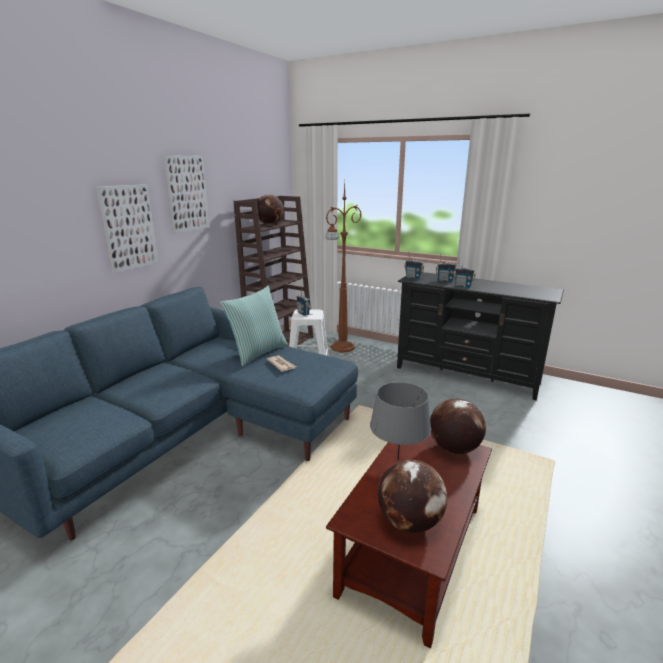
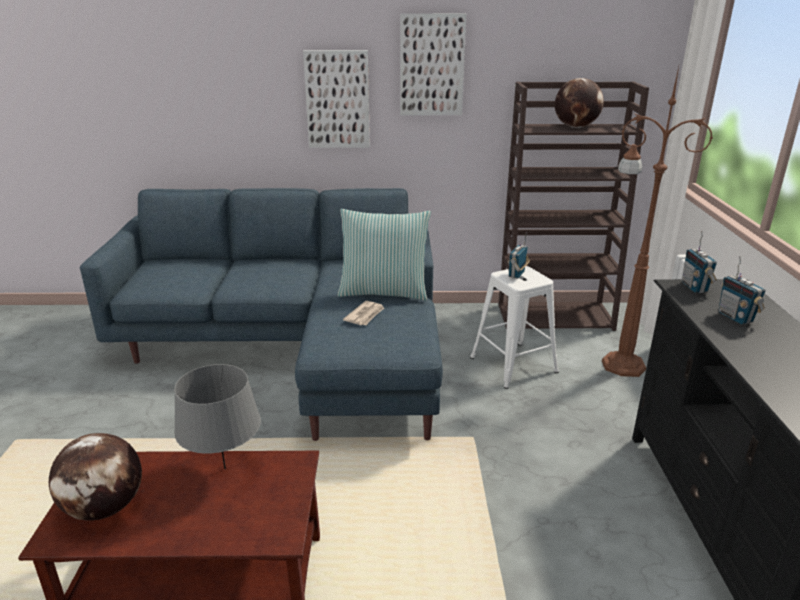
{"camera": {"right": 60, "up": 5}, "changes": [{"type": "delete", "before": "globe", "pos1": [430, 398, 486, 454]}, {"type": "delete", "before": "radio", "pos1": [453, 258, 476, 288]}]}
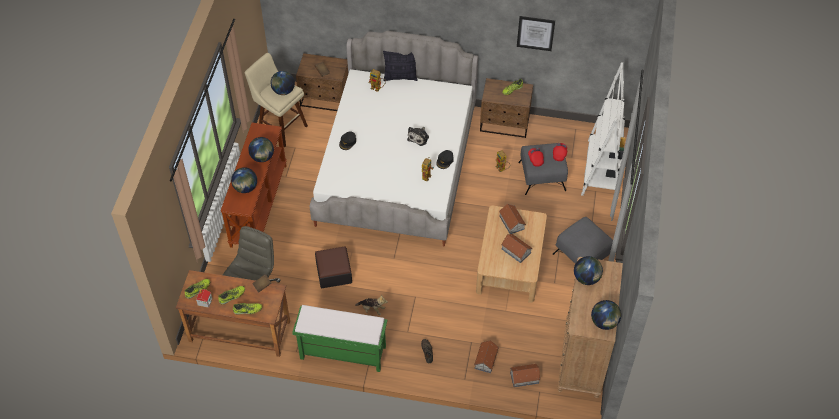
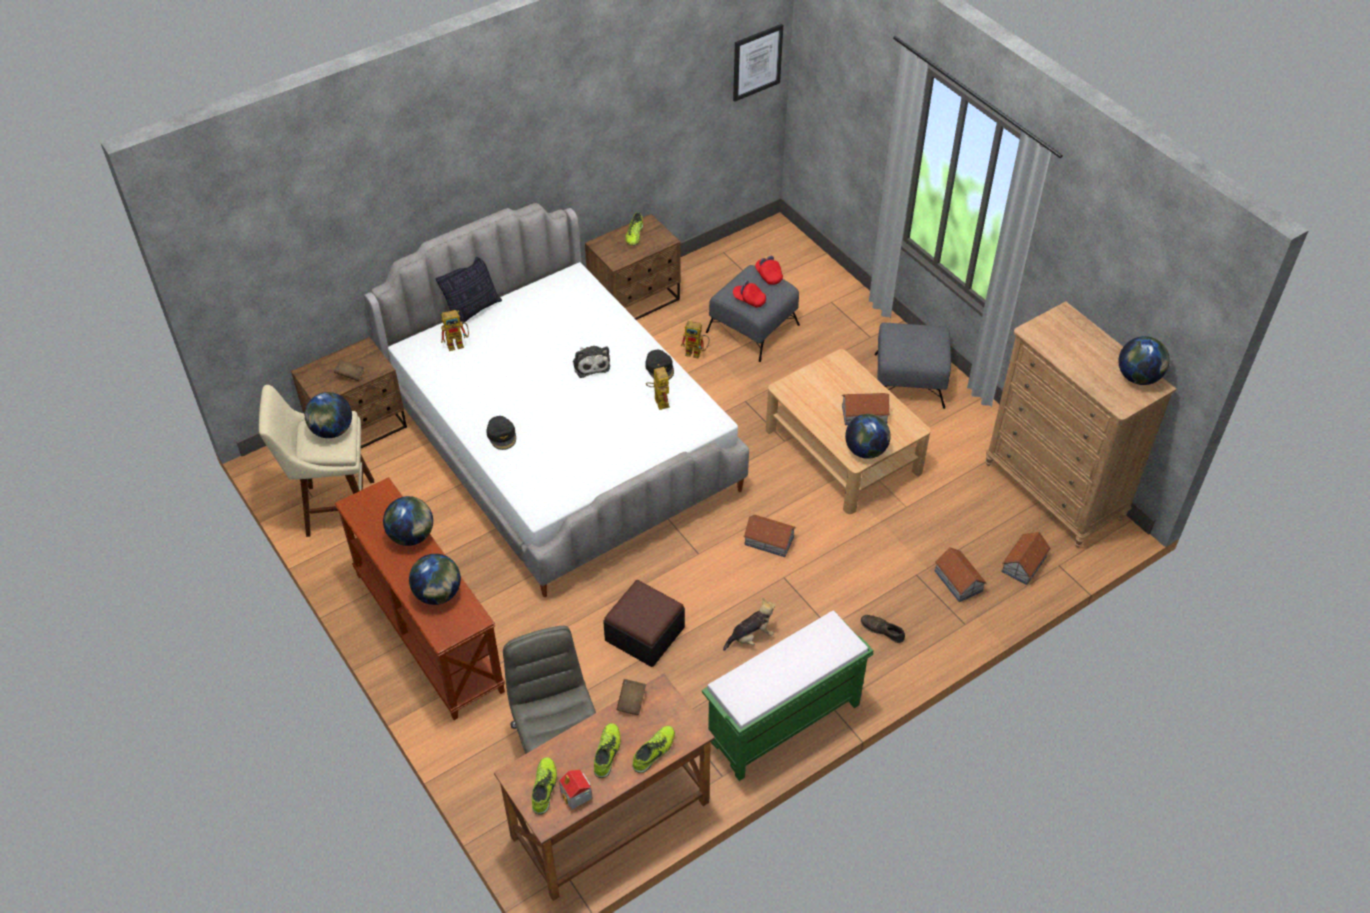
{"camera": {"right": -45, "up": -5}, "changes": [{"type": "delete", "before": "bookcase/white", "pos1": [581, 62, 625, 196]}, {"type": "move", "before": "toy house", "pos1": [499, 204, 526, 234], "pos2": [743, 515, 796, 557]}, {"type": "move", "before": "picture", "pos1": [517, 16, 555, 51], "pos2": [733, 24, 783, 102]}, {"type": "move", "before": "globe", "pos1": [574, 256, 603, 285], "pos2": [845, 414, 891, 459]}]}
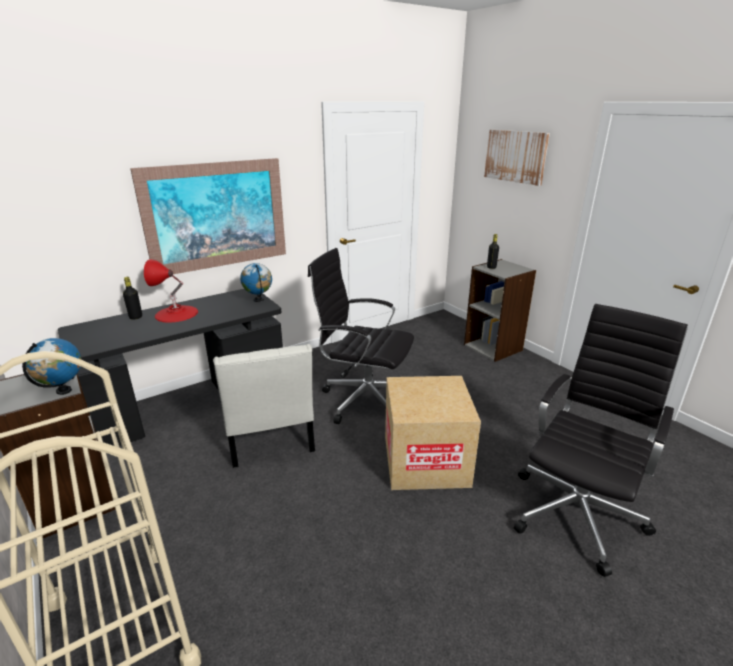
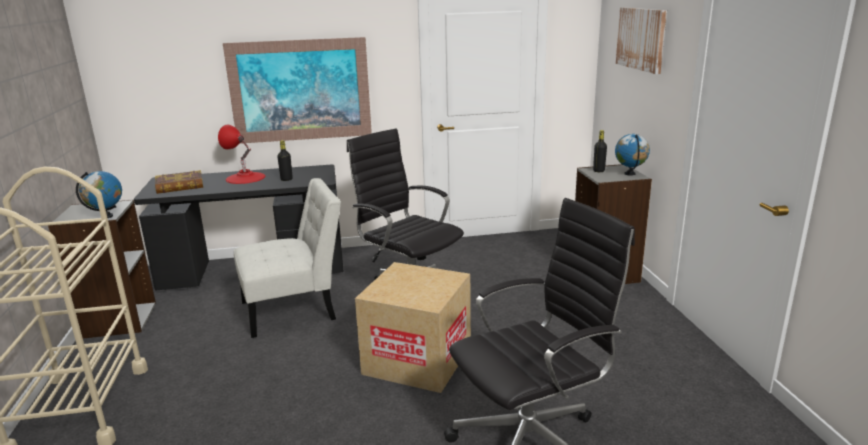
{"camera": {"right": 25, "up": -5}, "changes": [{"type": "insert", "after": "book", "pos2": [155, 170, 203, 194]}, {"type": "move", "before": "bottle/black", "pos1": [123, 277, 142, 320], "pos2": [277, 140, 293, 181]}, {"type": "move", "before": "globe", "pos1": [240, 263, 272, 302], "pos2": [615, 134, 650, 176]}, {"type": "rotate", "before": "chair/white", "pos1": [213, 344, 315, 468], "pos2": [234, 178, 341, 338], "turn": -120}]}
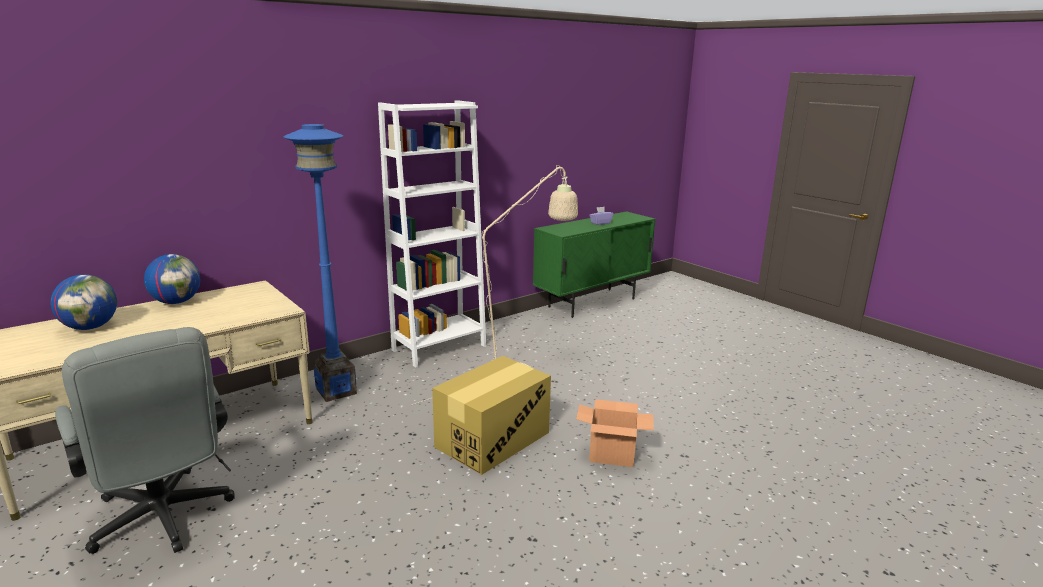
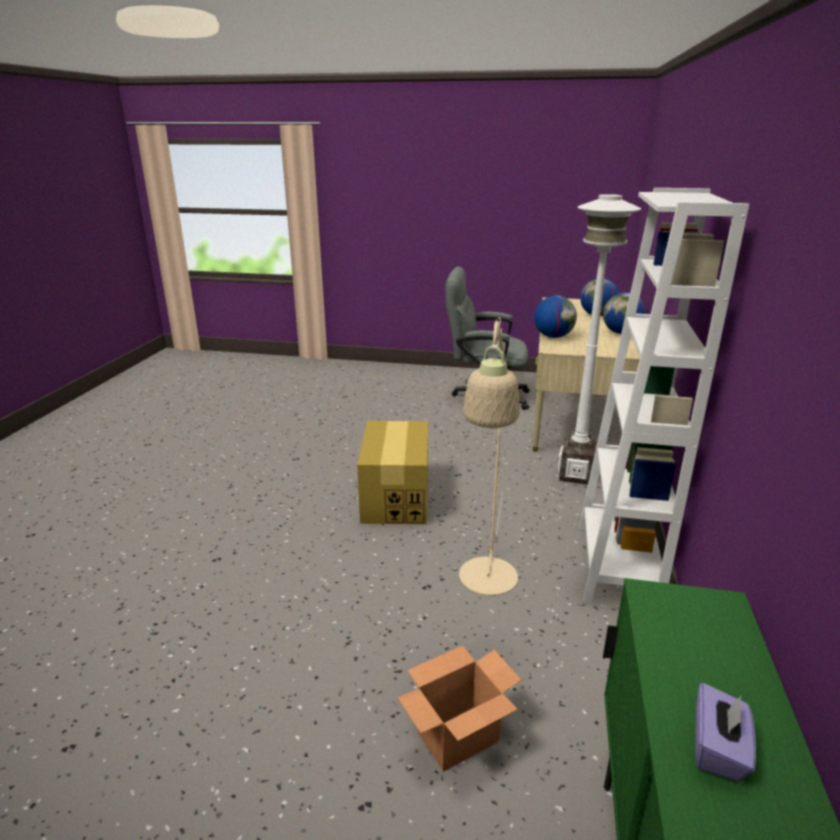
{"camera": {"right": 140, "up": 5}, "changes": [{"type": "insert", "after": "globe", "pos2": [534, 296, 577, 338]}, {"type": "move", "before": "cardboard box", "pos1": [576, 399, 654, 467], "pos2": [397, 646, 521, 772]}, {"type": "recolor", "before": "floor lamp/blue", "after": "floor lamp/white", "pos1": [284, 124, 357, 402], "pos2": [558, 194, 641, 485]}]}
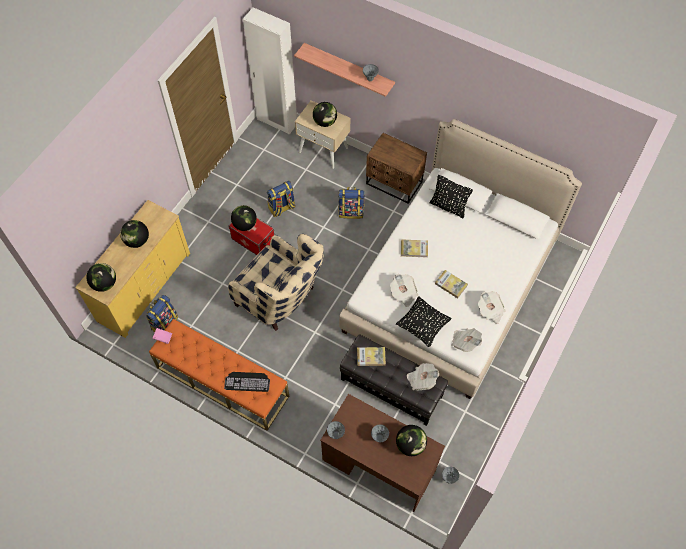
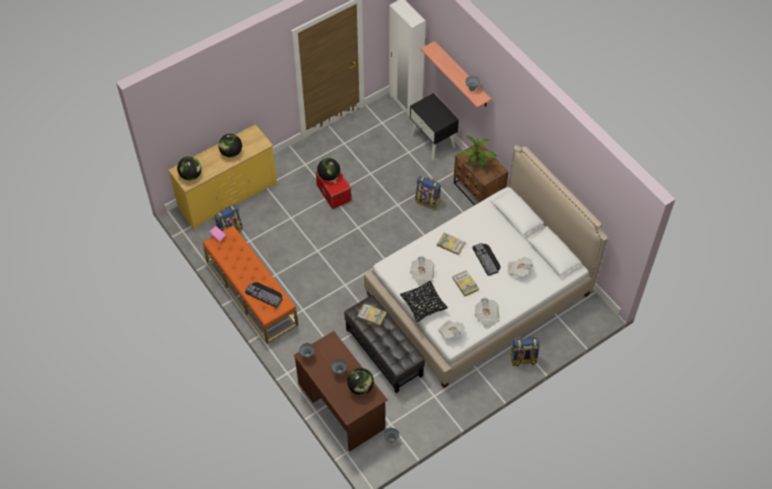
{"camera": {"right": 25, "up": -5}, "changes": [{"type": "delete", "before": "armchair/beige", "pos1": [228, 234, 324, 331]}, {"type": "delete", "before": "globe", "pos1": [313, 102, 337, 127]}, {"type": "delete", "before": "pillow/black", "pos1": [430, 175, 473, 218]}, {"type": "insert", "after": "potted plant", "pos2": [459, 136, 497, 169]}, {"type": "insert", "after": "keyboard", "pos2": [472, 243, 501, 276]}, {"type": "move", "before": "backpack", "pos1": [267, 181, 295, 217], "pos2": [511, 338, 540, 367]}, {"type": "move", "before": "newspaper", "pos1": [407, 363, 439, 390], "pos2": [507, 257, 533, 277]}, {"type": "recolor", "before": "nightstand/beige", "after": "nightstand/black", "pos1": [295, 100, 351, 169], "pos2": [410, 93, 459, 160]}]}
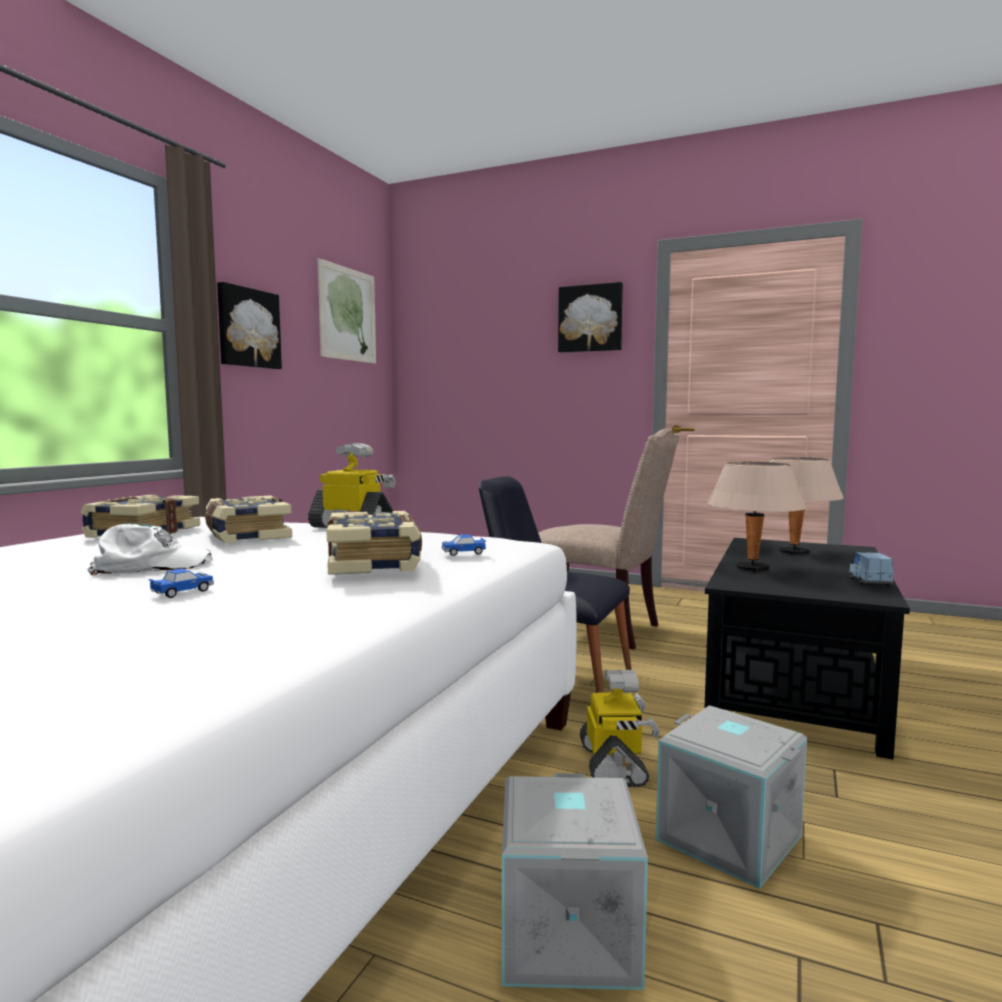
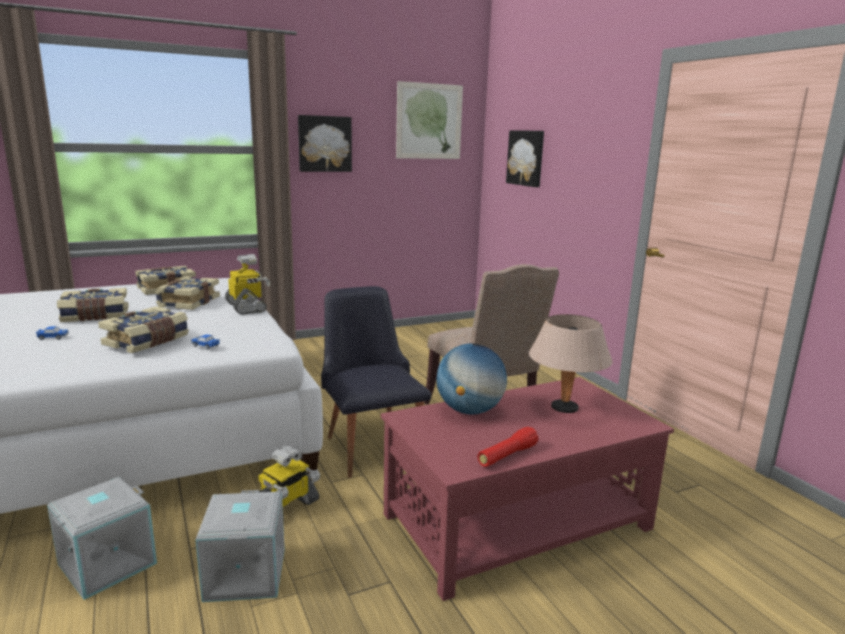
{"camera": {"right": 40, "up": 10}, "changes": [{"type": "move", "before": "picture", "pos1": [558, 282, 623, 352], "pos2": [506, 130, 544, 187]}, {"type": "replace", "before": "cap/white", "after": "book", "pos1": [87, 523, 213, 575], "pos2": [57, 288, 129, 322]}, {"type": "replace", "before": "table lamp/beige", "after": "globe", "pos1": [707, 462, 807, 572], "pos2": [436, 343, 507, 415]}, {"type": "replace", "before": "toy car/blue", "after": "flashlight/red", "pos1": [849, 552, 894, 586], "pos2": [477, 427, 539, 467]}, {"type": "recolor", "before": "coffee table/black", "after": "coffee table/red", "pos1": [704, 538, 910, 759], "pos2": [381, 377, 674, 601]}]}
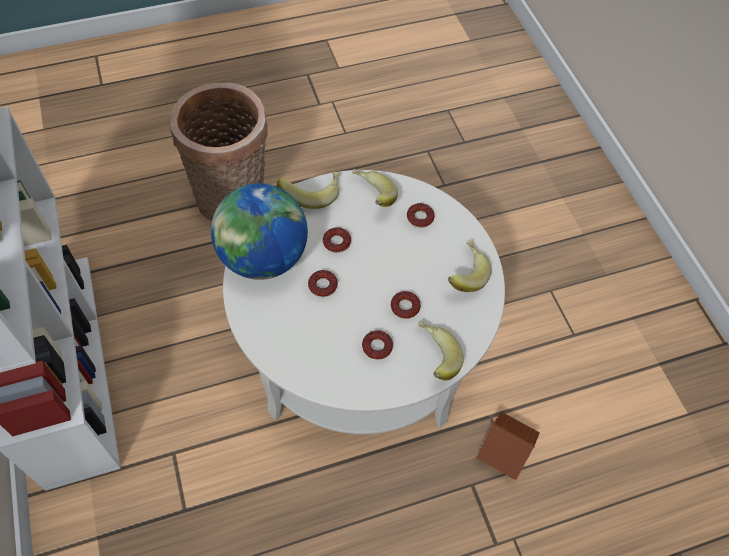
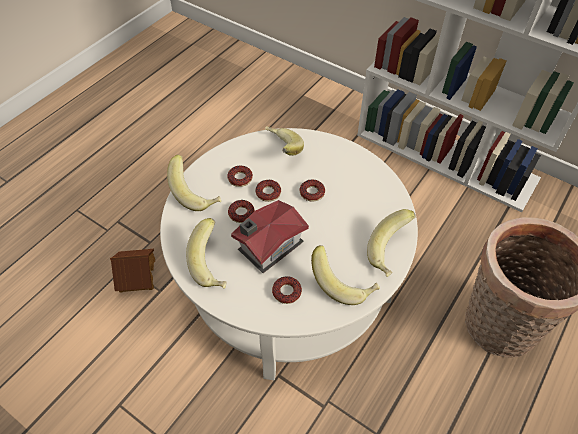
{"camera": {"right": 145, "up": -5}, "changes": [{"type": "delete", "before": "globe", "pos1": [211, 183, 308, 280]}, {"type": "insert", "after": "toy house", "pos2": [231, 200, 309, 273]}, {"type": "insert", "after": "banana", "pos2": [265, 126, 304, 156]}, {"type": "move", "before": "donut", "pos1": [323, 228, 351, 253], "pos2": [256, 180, 281, 202]}]}
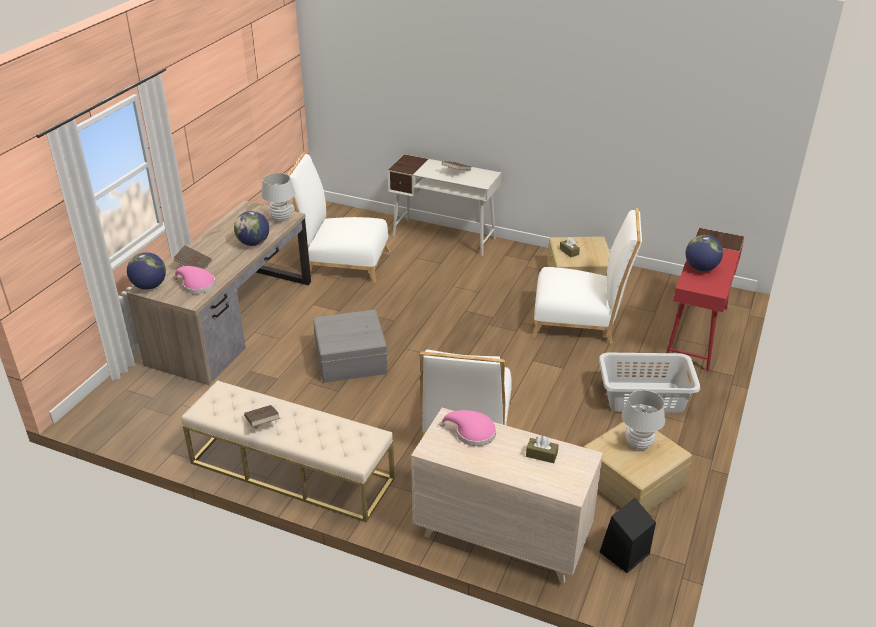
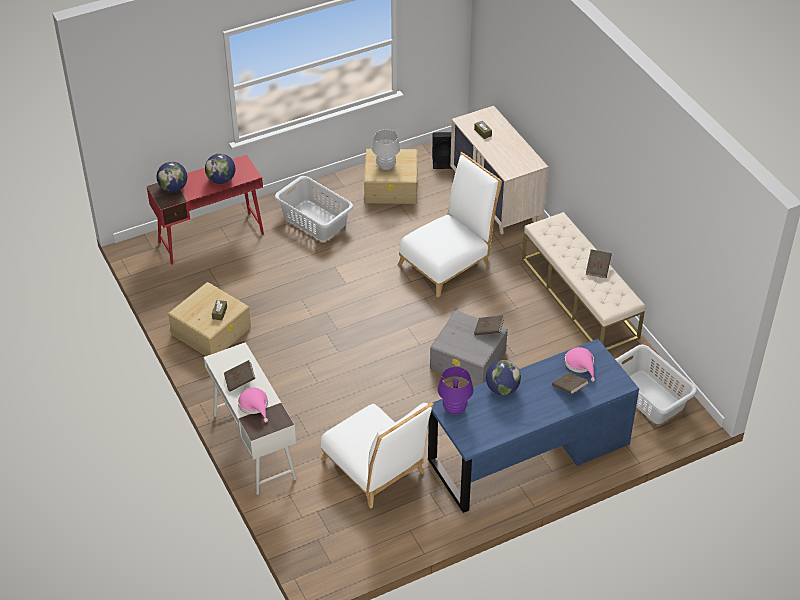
{"camera": {"right": -140, "up": 10}, "changes": [{"type": "delete", "before": "chair/white", "pos1": [532, 208, 642, 344]}, {"type": "insert", "after": "book/brown", "pos2": [474, 315, 504, 335]}, {"type": "insert", "after": "laundry basket/grey", "pos2": [615, 345, 697, 424]}, {"type": "move", "before": "globe", "pos1": [127, 252, 166, 290], "pos2": [157, 162, 187, 192]}, {"type": "move", "before": "hat/pink", "pos1": [439, 410, 496, 446], "pos2": [238, 388, 268, 422]}, {"type": "recolor", "before": "desk/brown", "after": "desk/blue", "pos1": [127, 200, 311, 385], "pos2": [428, 339, 639, 513]}, {"type": "recolor", "before": "table lamp/white", "after": "table lamp/purple", "pos1": [261, 173, 295, 222], "pos2": [438, 367, 473, 414]}]}
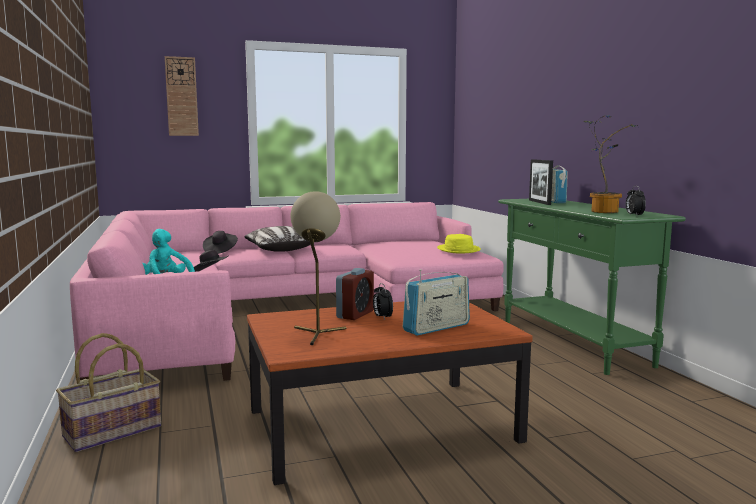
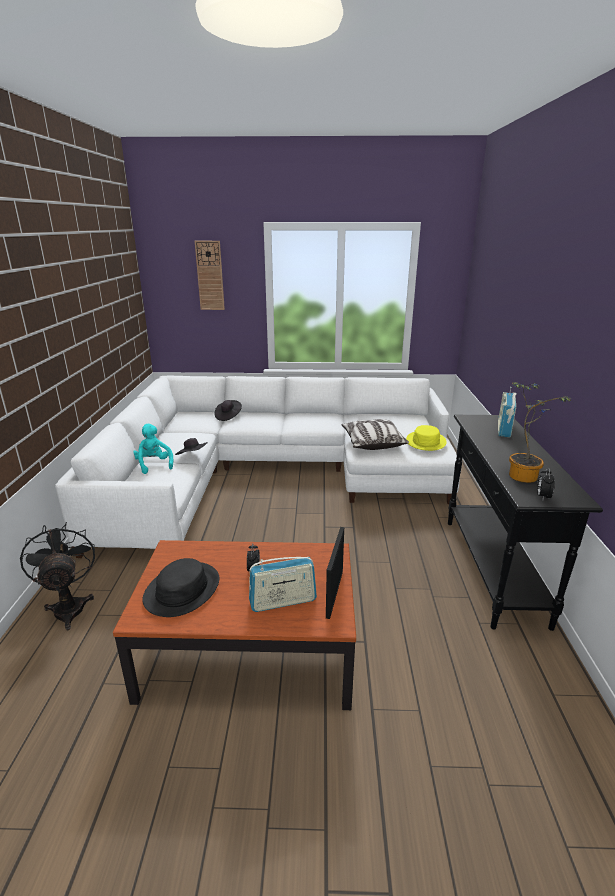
{"camera": {"right": 20, "up": 15}, "changes": [{"type": "delete", "before": "alarm clock", "pos1": [336, 268, 374, 320]}, {"type": "move", "before": "pillow", "pos1": [245, 226, 310, 252], "pos2": [341, 419, 409, 450]}, {"type": "move", "before": "picture frame", "pos1": [529, 159, 553, 205], "pos2": [326, 527, 344, 619]}, {"type": "replace", "before": "basket", "after": "fan/black", "pos1": [56, 333, 161, 452], "pos2": [20, 522, 95, 630]}, {"type": "replace", "before": "table lamp/beige", "after": "hat/black", "pos1": [290, 191, 346, 345], "pos2": [142, 558, 219, 617]}, {"type": "recolor", "before": "sofa/pink", "after": "sofa/white", "pos1": [70, 202, 504, 381], "pos2": [55, 376, 462, 558]}, {"type": "recolor", "before": "console table/green", "after": "console table/black", "pos1": [498, 199, 686, 375], "pos2": [448, 415, 603, 631]}]}
